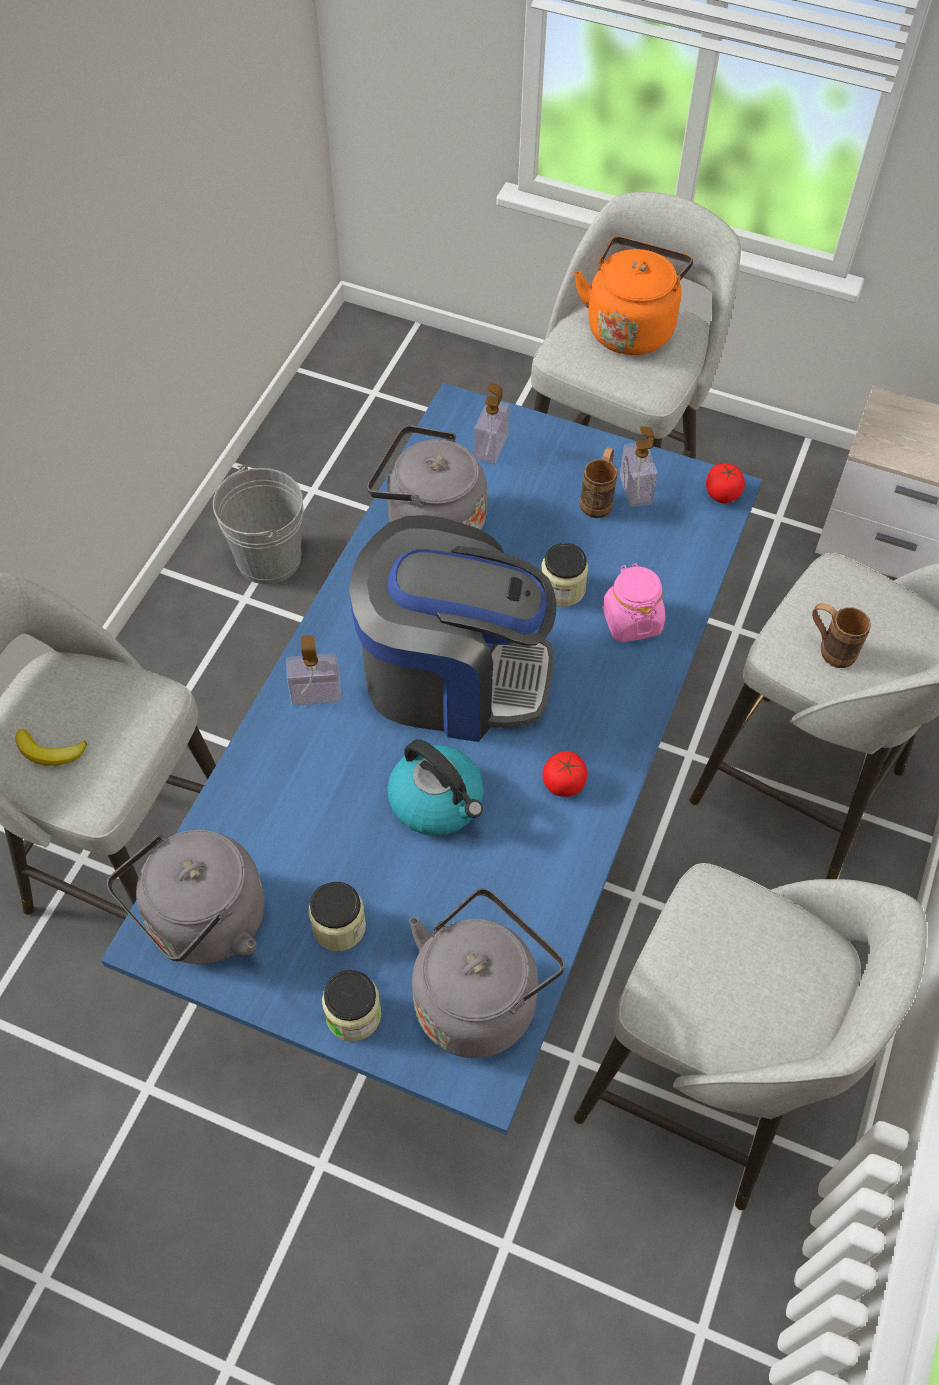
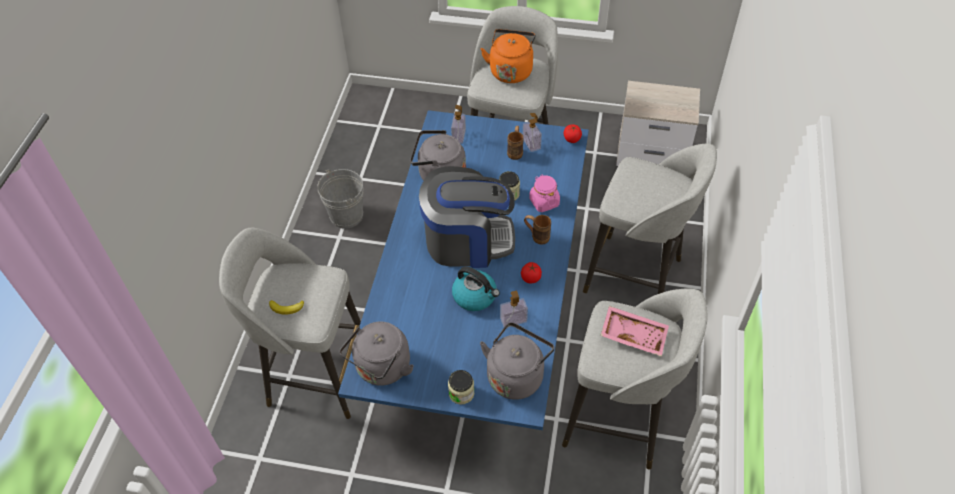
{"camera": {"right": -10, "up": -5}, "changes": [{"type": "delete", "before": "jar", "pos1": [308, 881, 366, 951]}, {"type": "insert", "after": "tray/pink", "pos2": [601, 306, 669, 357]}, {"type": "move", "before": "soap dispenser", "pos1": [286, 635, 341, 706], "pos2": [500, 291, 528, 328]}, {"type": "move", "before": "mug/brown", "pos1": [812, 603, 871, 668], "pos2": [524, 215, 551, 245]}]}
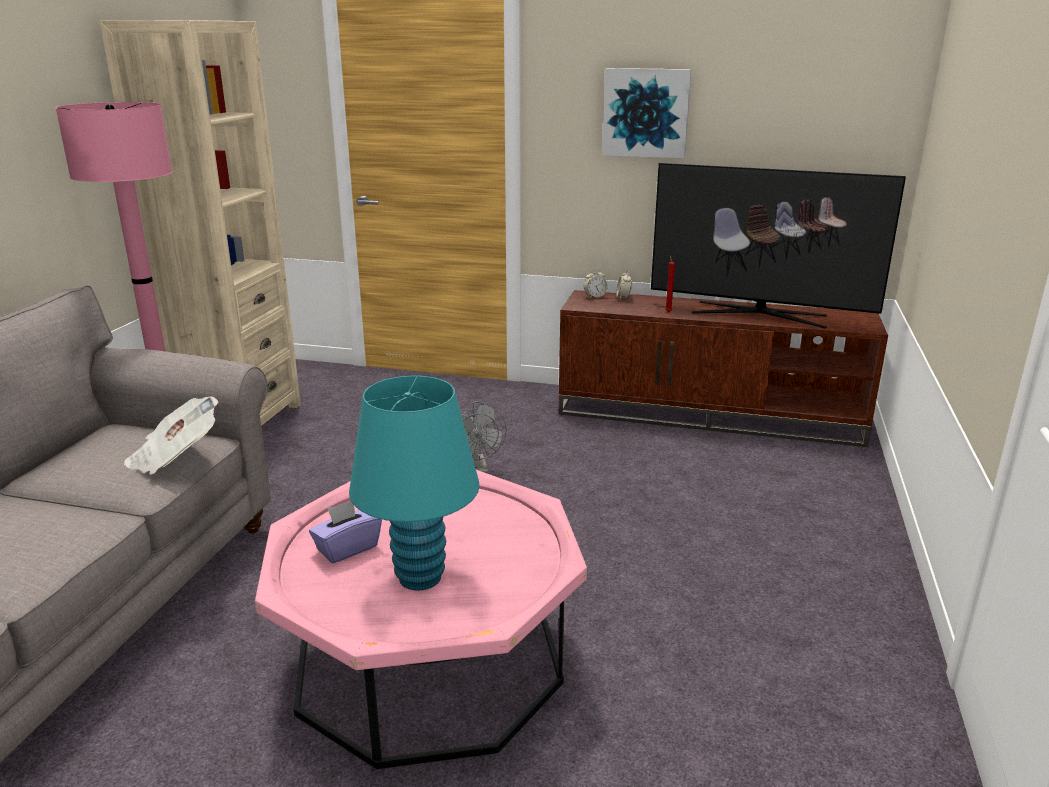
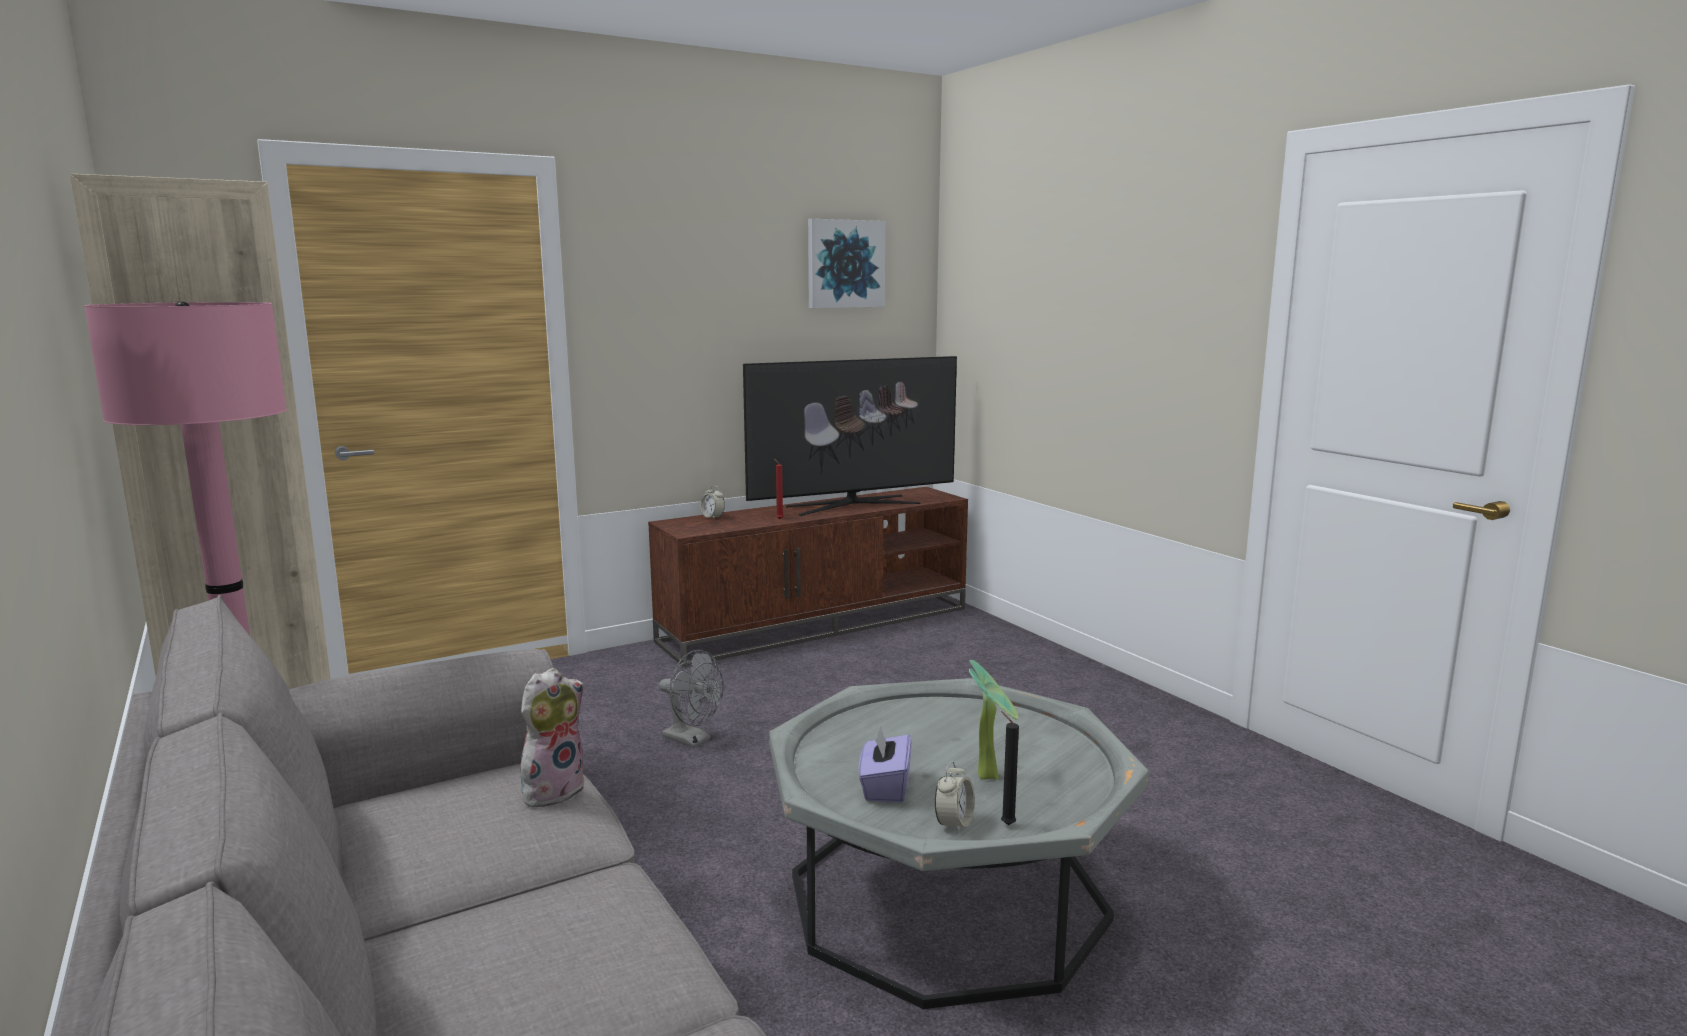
{"camera": {"right": -45, "up": -10}, "changes": [{"type": "insert", "after": "candle/black", "pos2": [1001, 711, 1019, 825]}, {"type": "move", "before": "alarm clock", "pos1": [584, 268, 608, 298], "pos2": [935, 761, 975, 834]}, {"type": "move", "before": "picture", "pos1": [602, 68, 692, 158], "pos2": [808, 219, 885, 308]}, {"type": "replace", "before": "newspaper", "after": "plush toy", "pos1": [124, 396, 219, 475], "pos2": [520, 668, 584, 807]}, {"type": "replace", "before": "table lamp/turquoise", "after": "potted plant", "pos1": [349, 376, 479, 590], "pos2": [969, 660, 1018, 780]}, {"type": "recolor", "before": "coffee table/pink", "after": "coffee table/grey", "pos1": [255, 470, 587, 769], "pos2": [769, 678, 1149, 1009]}]}
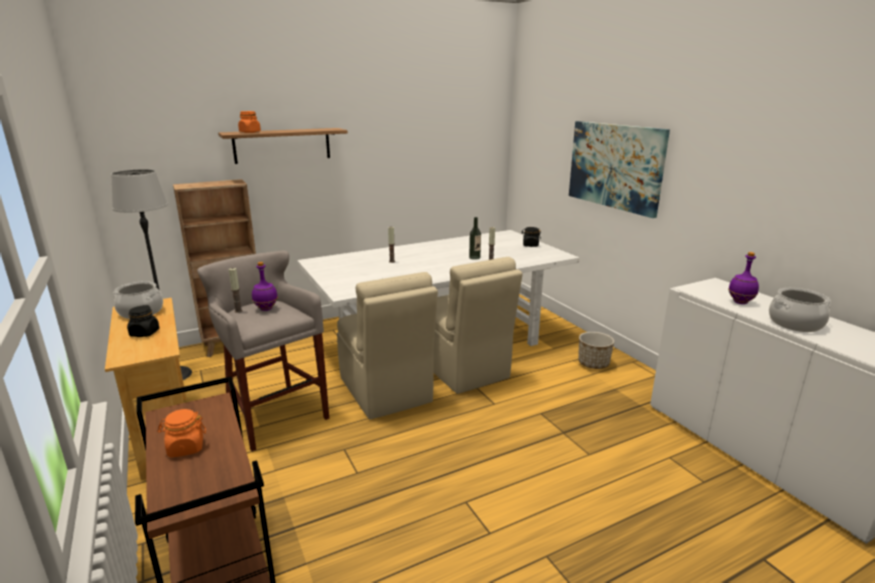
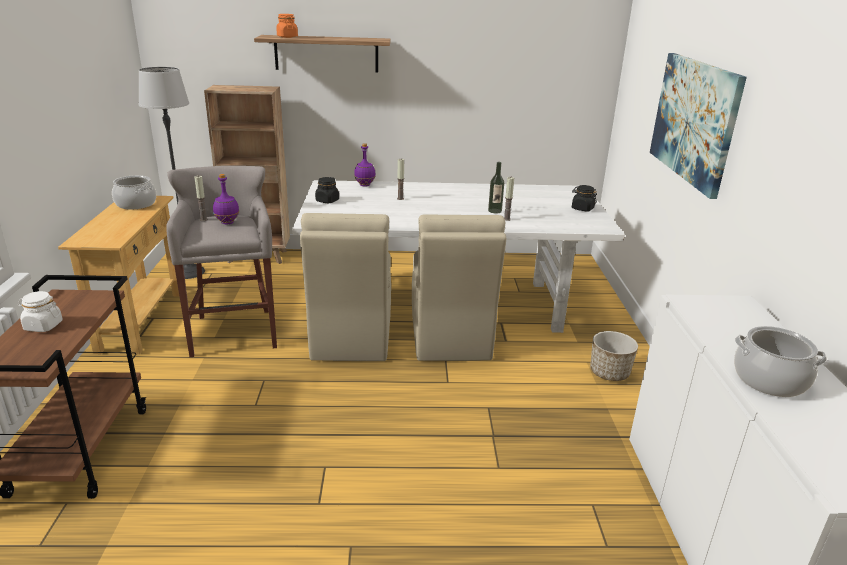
{"camera": {"right": 25, "up": 5}, "changes": [{"type": "move", "before": "jar/black", "pos1": [127, 305, 160, 337], "pos2": [315, 177, 339, 203]}, {"type": "move", "before": "bottle/purple", "pos1": [728, 252, 759, 304], "pos2": [354, 143, 376, 187]}, {"type": "recolor", "before": "jar/orange", "after": "jar/white", "pos1": [157, 409, 206, 458], "pos2": [18, 291, 63, 332]}]}
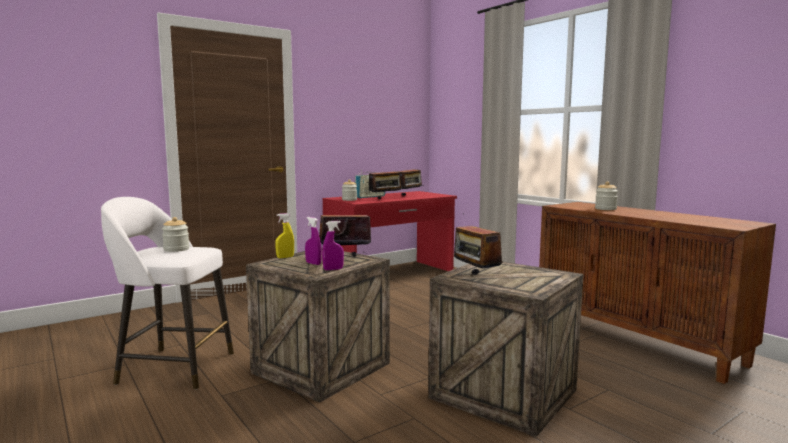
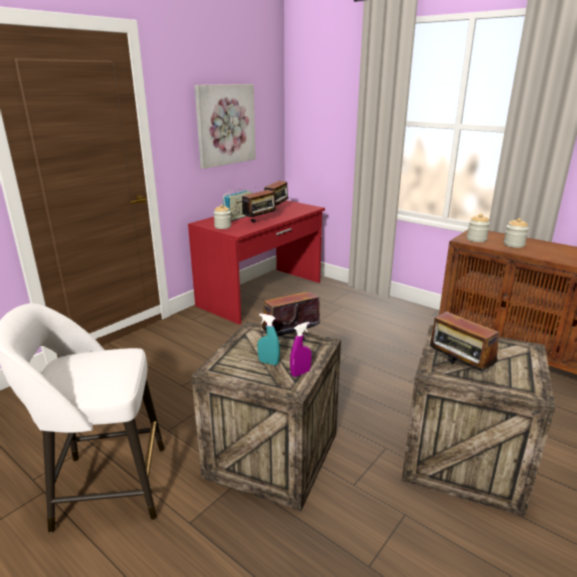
{"camera": {"right": -15, "up": 15}, "changes": [{"type": "delete", "before": "spray bottle/yellow", "pos1": [275, 213, 294, 258]}, {"type": "insert", "after": "picture", "pos2": [194, 84, 256, 169]}, {"type": "move", "before": "jar", "pos1": [162, 217, 189, 252], "pos2": [467, 214, 490, 242]}, {"type": "recolor", "before": "spray bottle/purple", "after": "spray bottle/turquoise", "pos1": [305, 217, 322, 265], "pos2": [257, 314, 280, 365]}]}
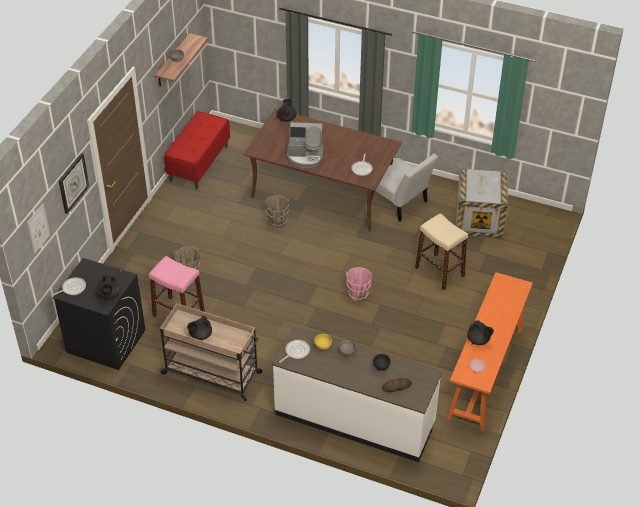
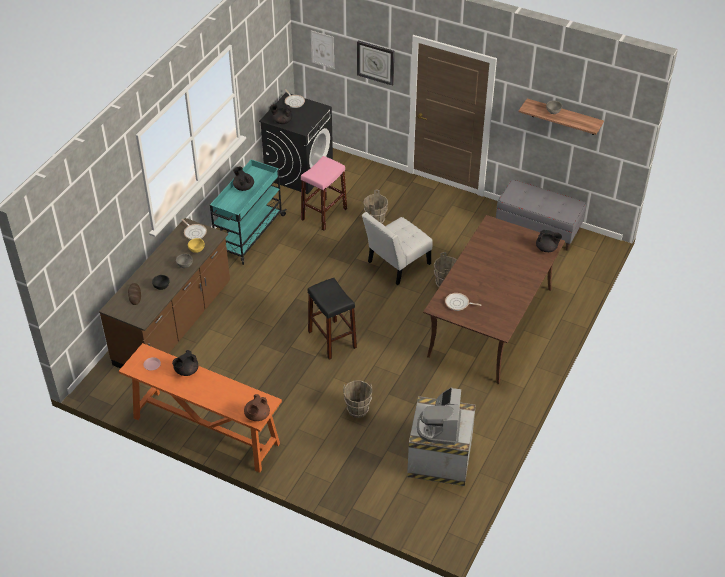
{"camera": {"right": 95, "up": 0}, "changes": [{"type": "insert", "after": "teapot/brown", "pos2": [244, 394, 270, 421]}, {"type": "move", "before": "coffee machine", "pos1": [287, 122, 324, 168], "pos2": [417, 387, 461, 445]}, {"type": "move", "before": "chair/white", "pos1": [372, 154, 438, 221], "pos2": [362, 212, 433, 285]}, {"type": "replace", "before": "bucket/pink", "after": "stool/black", "pos1": [346, 267, 372, 301], "pos2": [308, 278, 357, 360]}, {"type": "replace", "before": "stool/beige", "after": "bucket/brown", "pos1": [415, 213, 468, 290], "pos2": [343, 380, 372, 418]}, {"type": "recolor", "before": "cart/beige", "after": "cart/turquoise", "pos1": [160, 303, 262, 401], "pos2": [210, 159, 287, 265]}, {"type": "recolor", "before": "bench/red", "after": "bench/grey", "pos1": [164, 111, 230, 189], "pos2": [496, 179, 586, 251]}, {"type": "recolor", "before": "counter/white", "after": "counter/brown", "pos1": [272, 325, 443, 462], "pos2": [99, 218, 230, 369]}]}
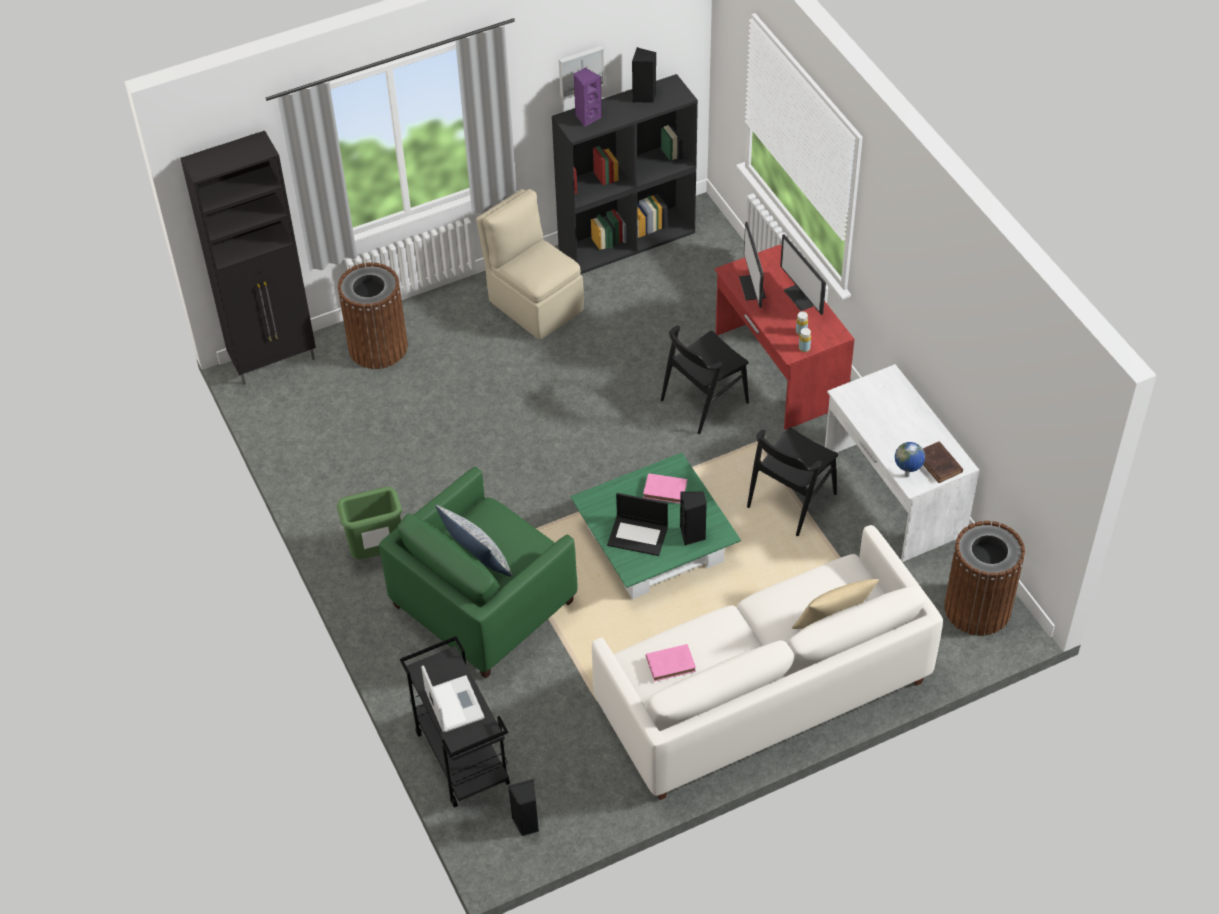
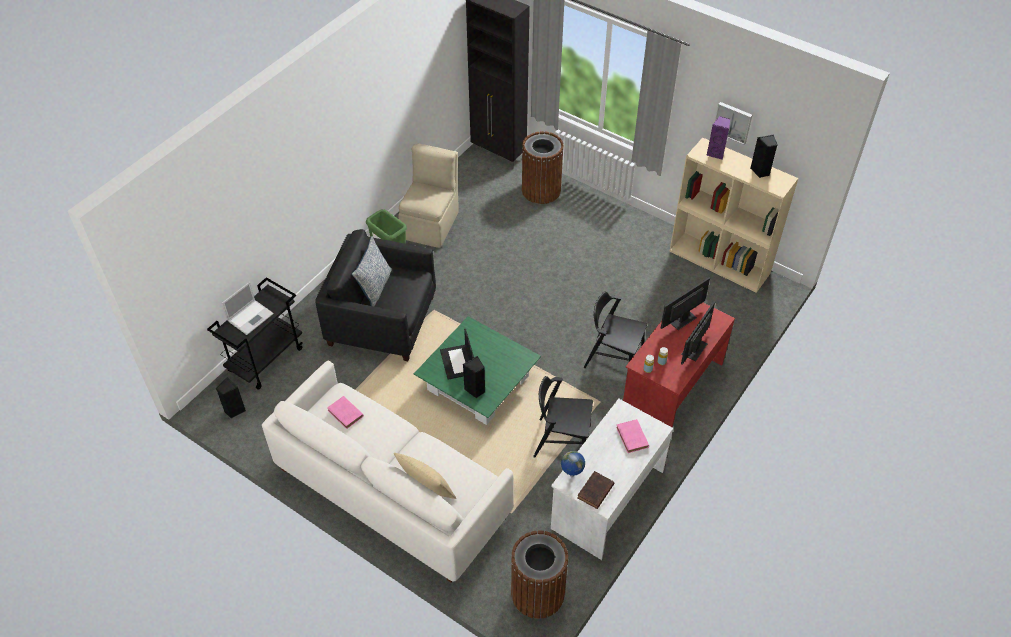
{"camera": {"right": 60, "up": 0}, "changes": [{"type": "move", "before": "chair/beige", "pos1": [476, 189, 584, 340], "pos2": [398, 143, 458, 248]}, {"type": "move", "before": "book/pink", "pos1": [643, 473, 687, 503], "pos2": [616, 419, 649, 453]}, {"type": "recolor", "before": "armchair/green", "after": "armchair/black", "pos1": [379, 467, 578, 679], "pos2": [315, 229, 436, 361]}, {"type": "recolor", "before": "bookcase/black", "after": "bookcase/beige", "pos1": [552, 74, 698, 274], "pos2": [669, 137, 798, 293]}]}
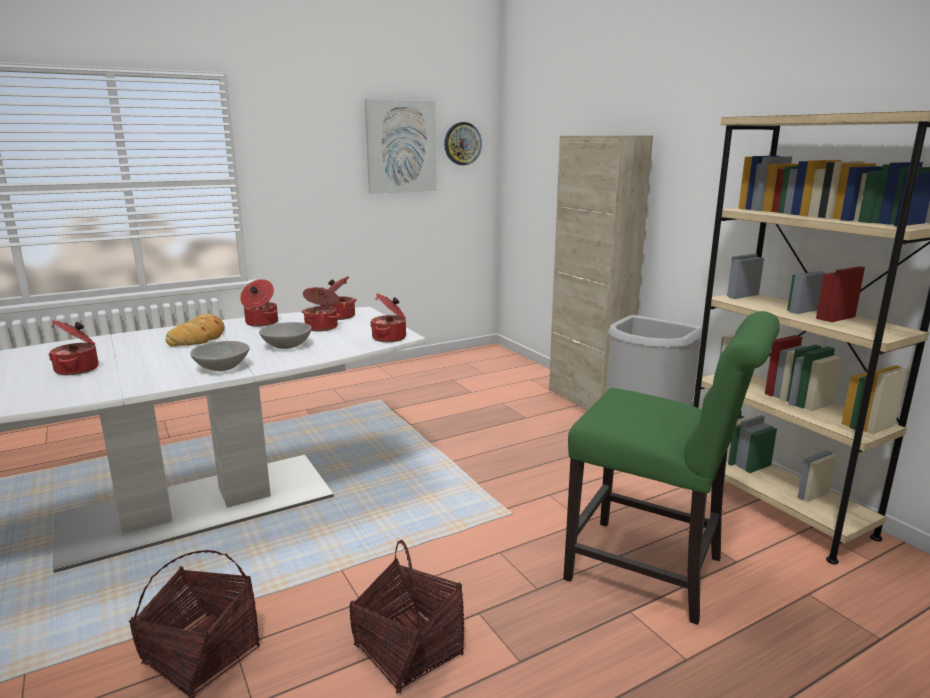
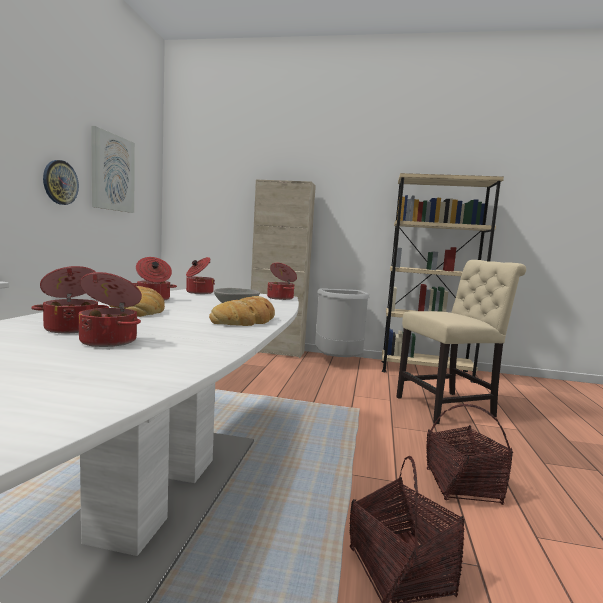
{"camera": {"right": -50, "up": -10}, "changes": [{"type": "move", "before": "cooking pot", "pos1": [302, 287, 340, 332], "pos2": [31, 266, 109, 333]}, {"type": "move", "before": "wall clock", "pos1": [444, 122, 482, 165], "pos2": [43, 160, 79, 205]}, {"type": "replace", "before": "bowl/grey", "after": "bread", "pos1": [190, 341, 250, 371], "pos2": [209, 296, 275, 326]}, {"type": "recolor", "before": "chair/green", "after": "chair/beige", "pos1": [563, 311, 780, 625], "pos2": [396, 260, 526, 424]}]}
